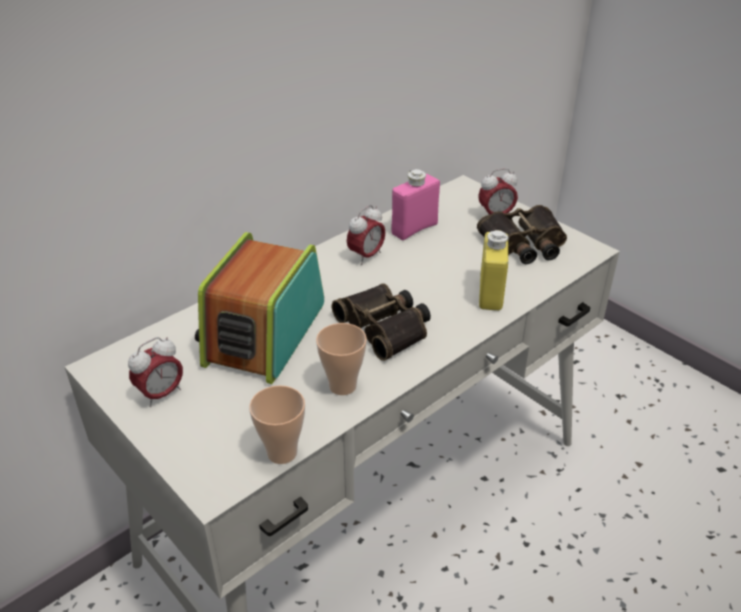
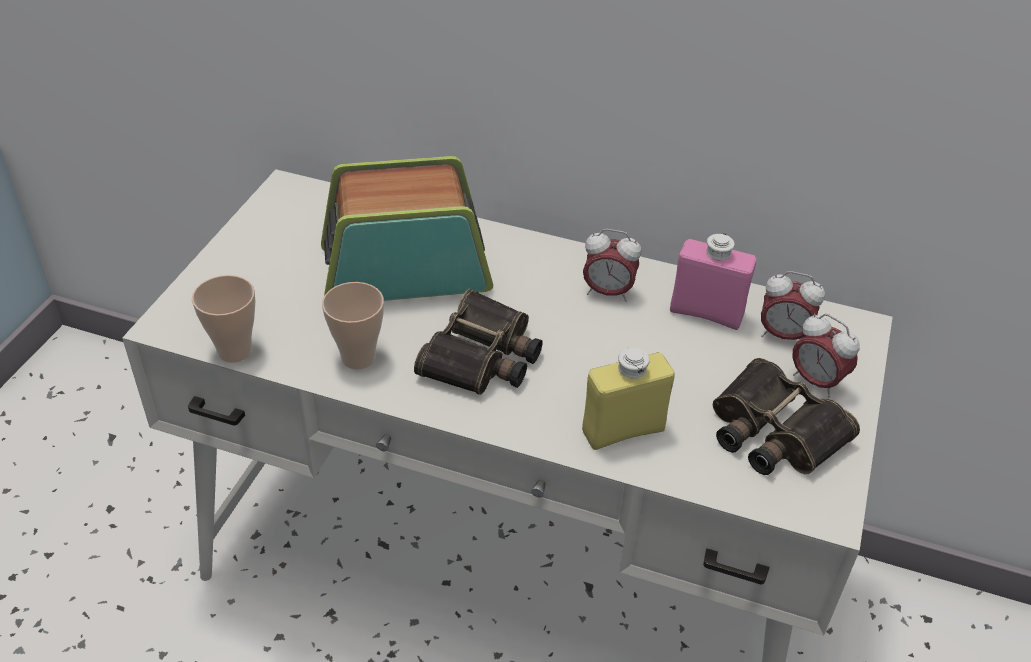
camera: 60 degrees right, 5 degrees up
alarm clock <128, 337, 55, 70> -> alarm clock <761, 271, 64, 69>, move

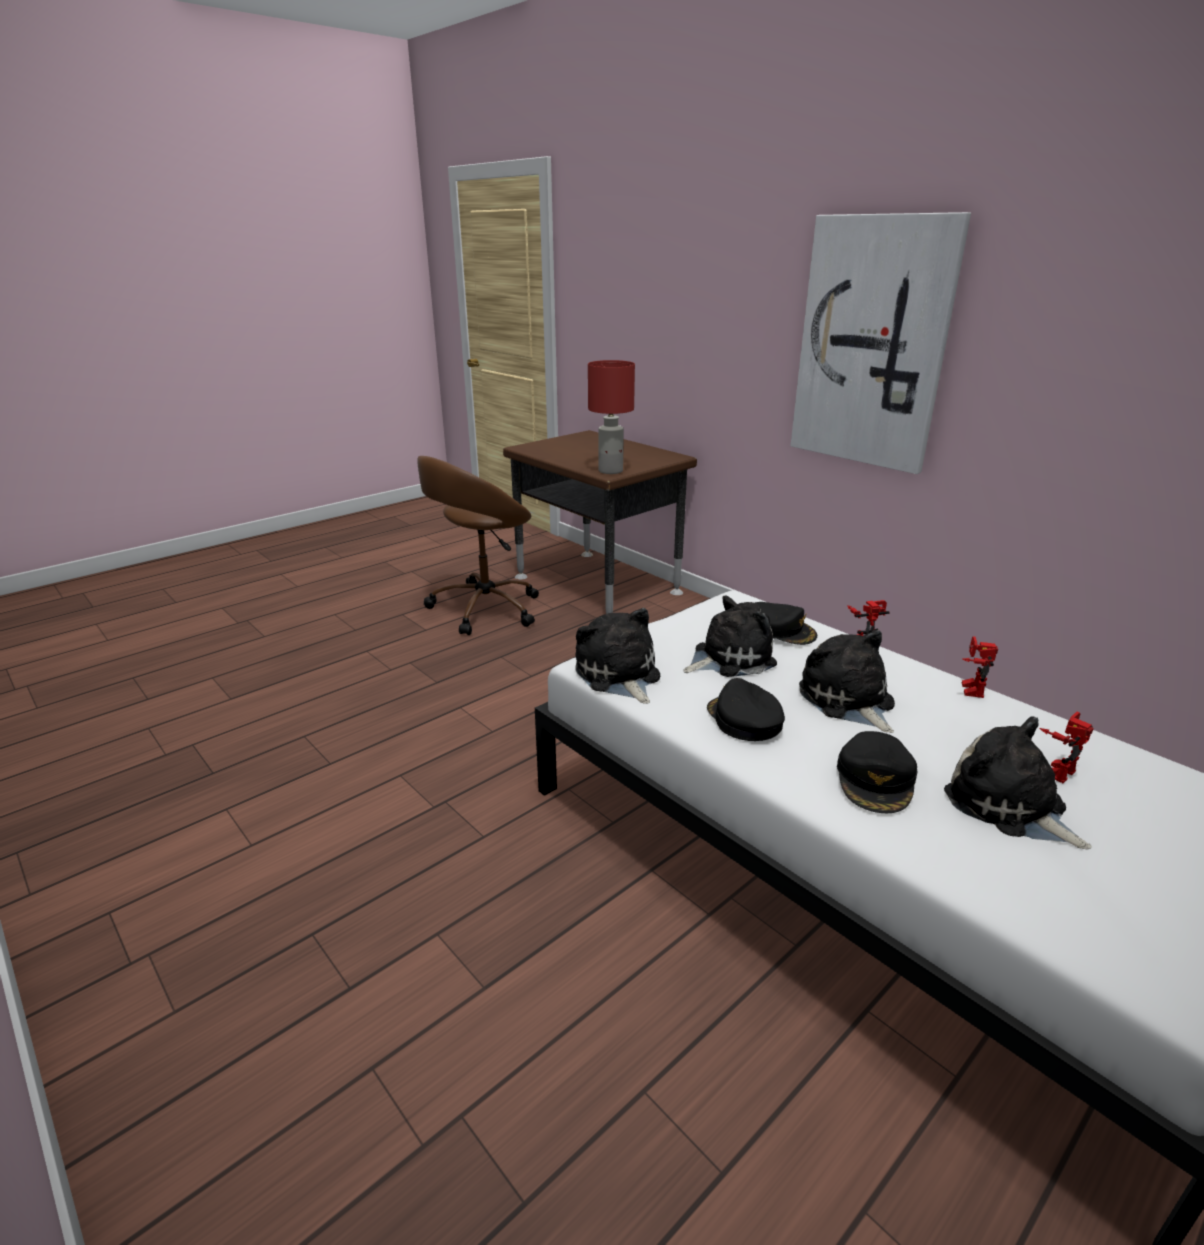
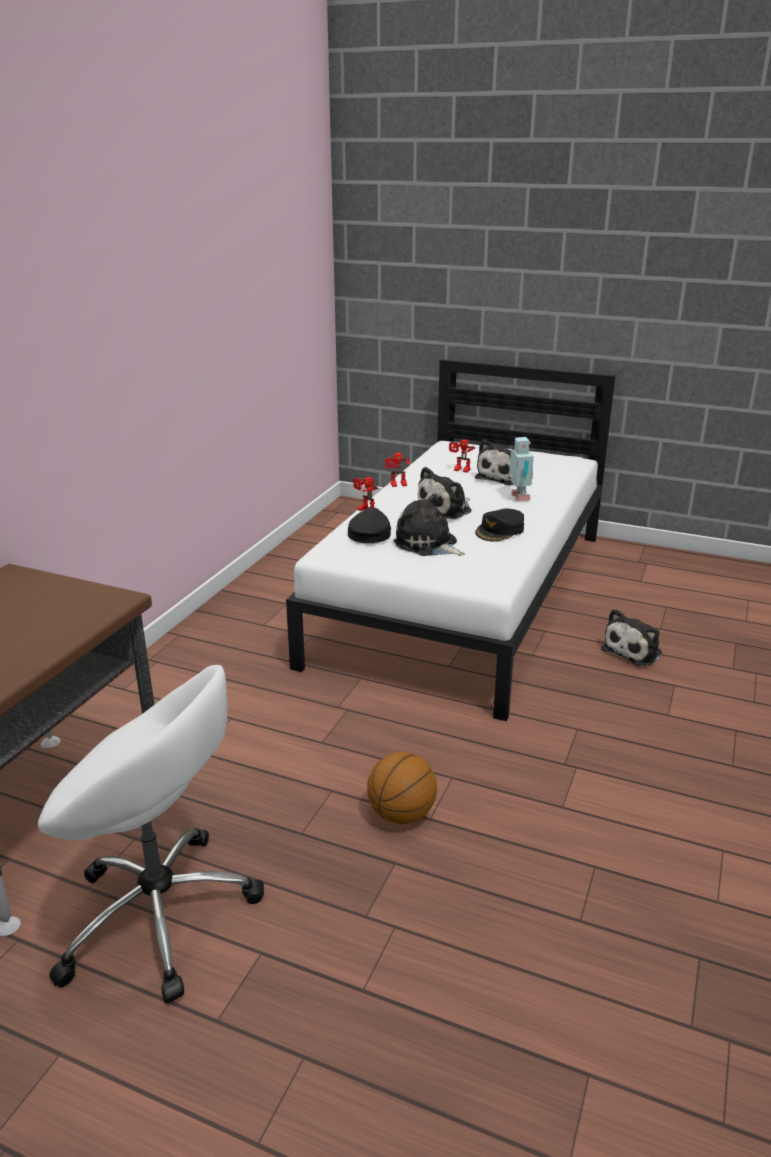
camera: 115 degrees left, 0 degrees up
brown-coloured computer chair <417, 456, 122, 179> -> whitish computer chair <38, 665, 226, 339>
cuddly toy <575, 608, 85, 96> -> cuddly toy <601, 609, 61, 57>, move
reddish tabletop lamp <588, 360, 47, 114> -> none
picture <790, 212, 181, 262> -> none
black peaked cap <837, 731, 80, 82> -> model robot <508, 437, 26, 64>
none -> ball for basketball <367, 752, 70, 72>

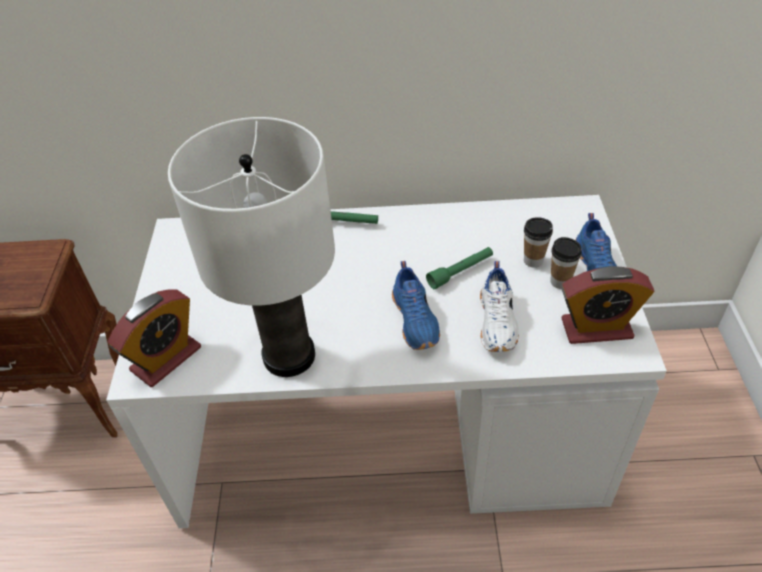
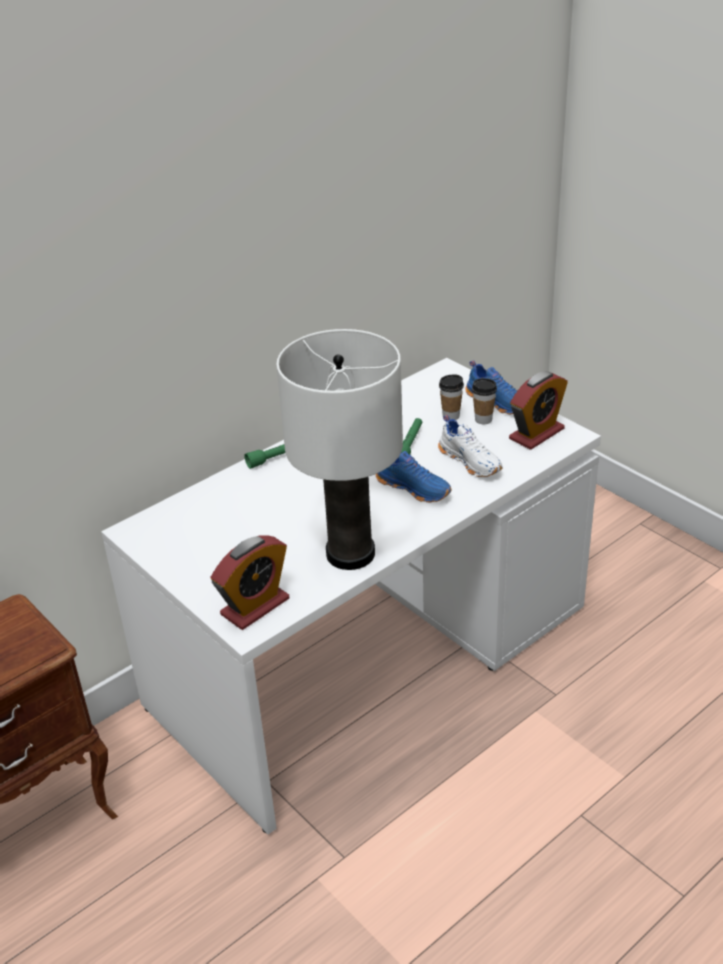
camera: 40 degrees left, 10 degrees down
alarm clock <107, 289, 94, 98> -> alarm clock <211, 535, 78, 95>, 45 degrees clockwise

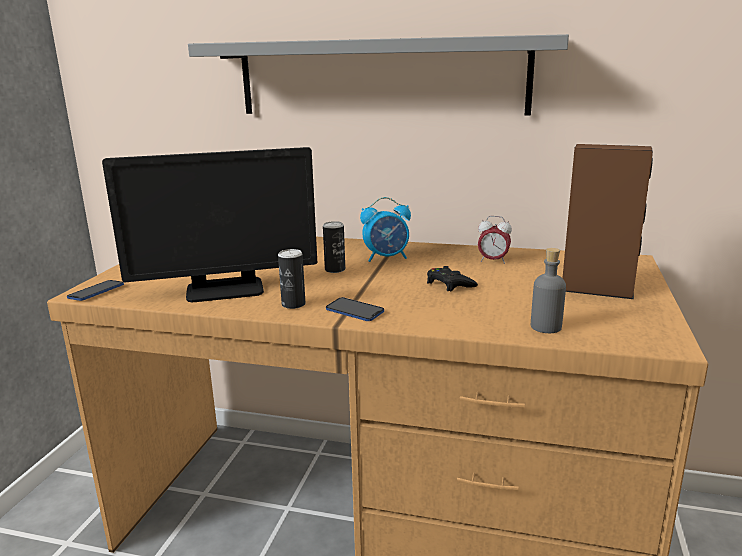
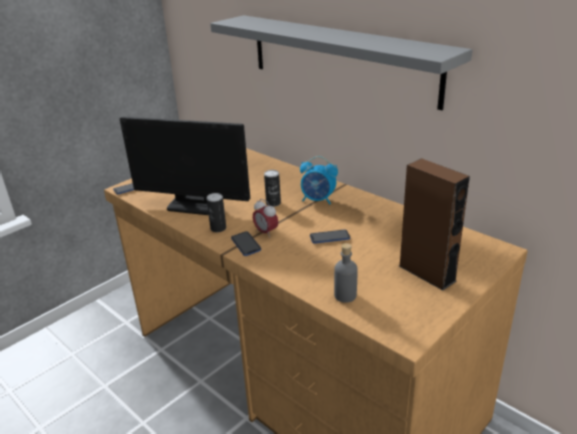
camera: 30 degrees right, 10 degrees up
black game controller <427, 266, 51, 25> -> telephone <310, 230, 40, 14>
alarm clock <478, 216, 34, 48> -> alarm clock <253, 199, 25, 39>, move

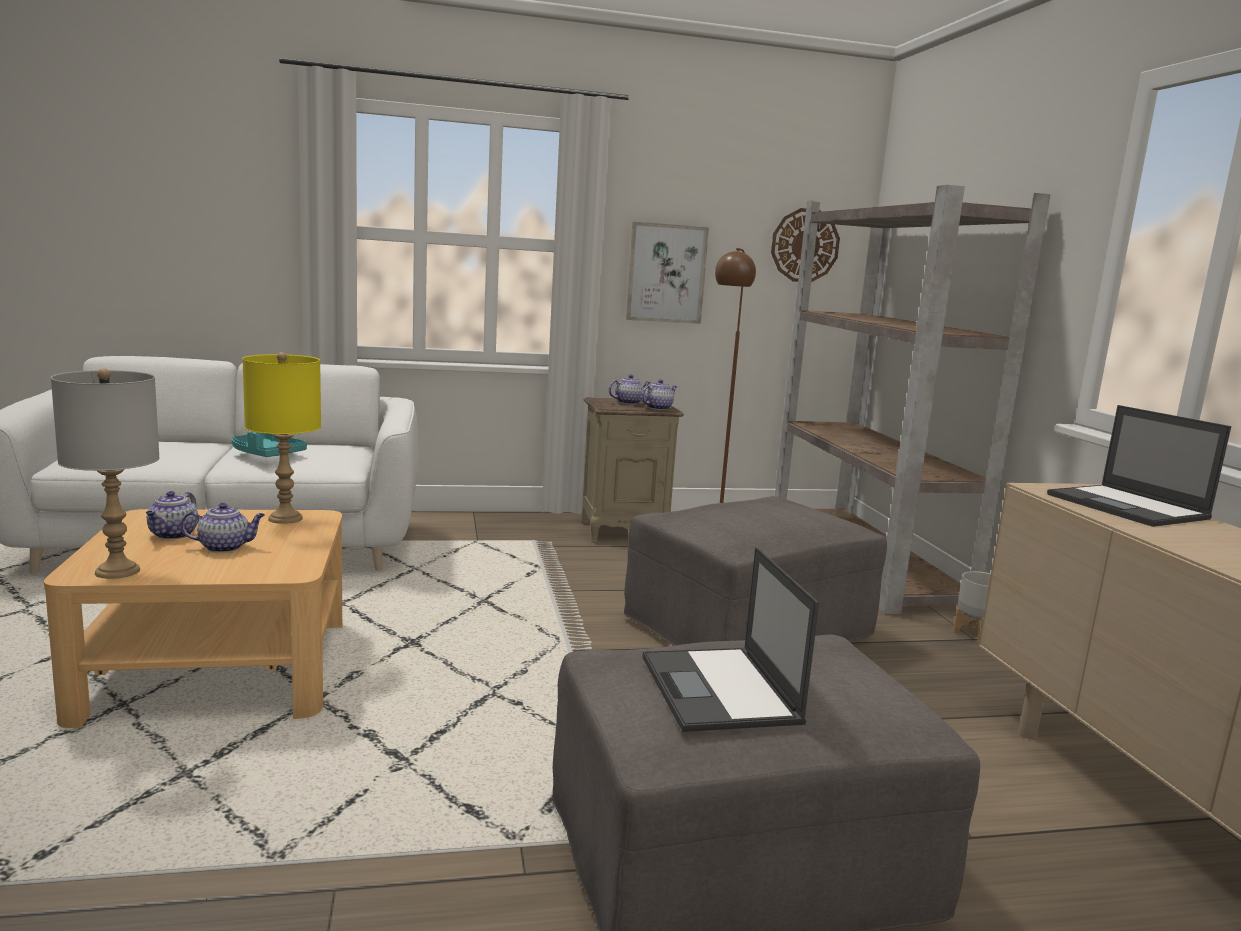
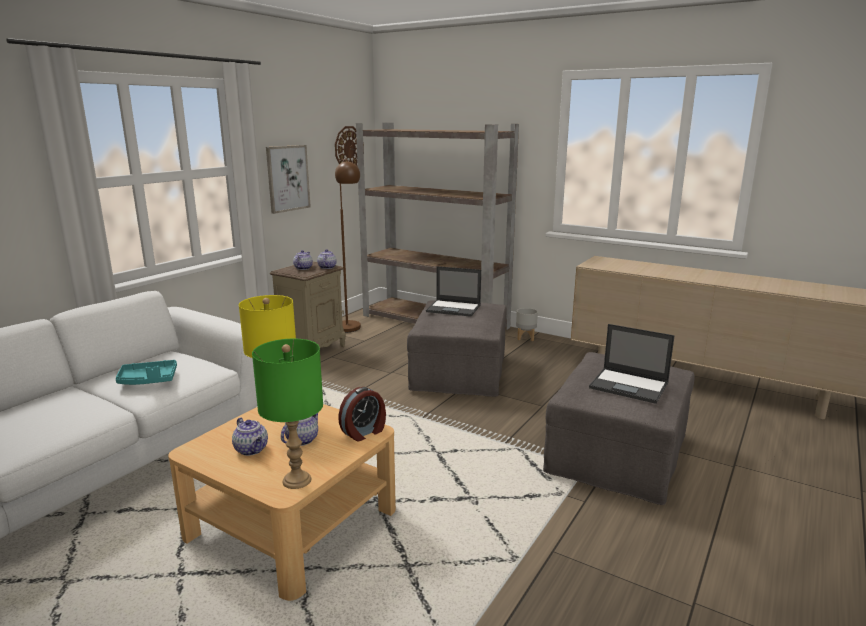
camera: 45 degrees left, 5 degrees up
grey tabletop lamp <51, 368, 109, 211> -> green-coloured tabletop lamp <252, 339, 71, 150>
laptop <1047, 405, 184, 122> -> laptop <426, 266, 55, 51>, move
none -> alarm clock <338, 387, 48, 55>

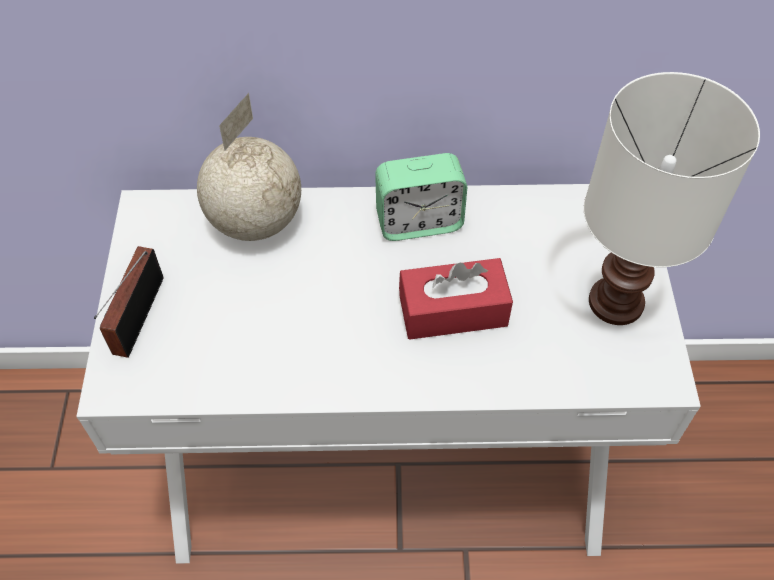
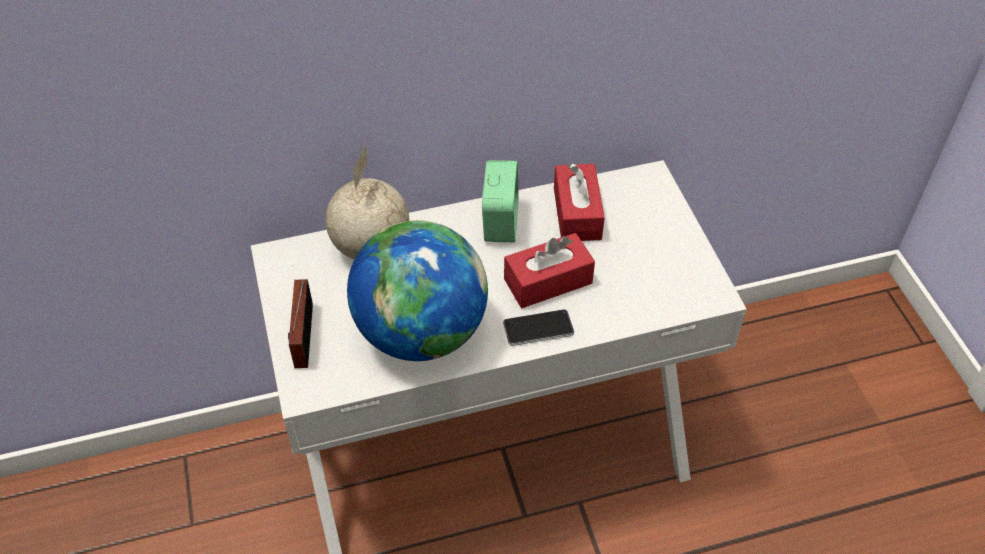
camera: 15 degrees left, 5 degrees down
alarm clock <375, 153, 92, 88> -> alarm clock <482, 160, 37, 82>, 60 degrees counterclockwise
whitish tabletop lamp <584, 72, 176, 253> -> none
none -> desk globe <347, 220, 141, 141>
none -> telephone <503, 309, 71, 37>
none -> reddish tissue box <554, 163, 51, 78>

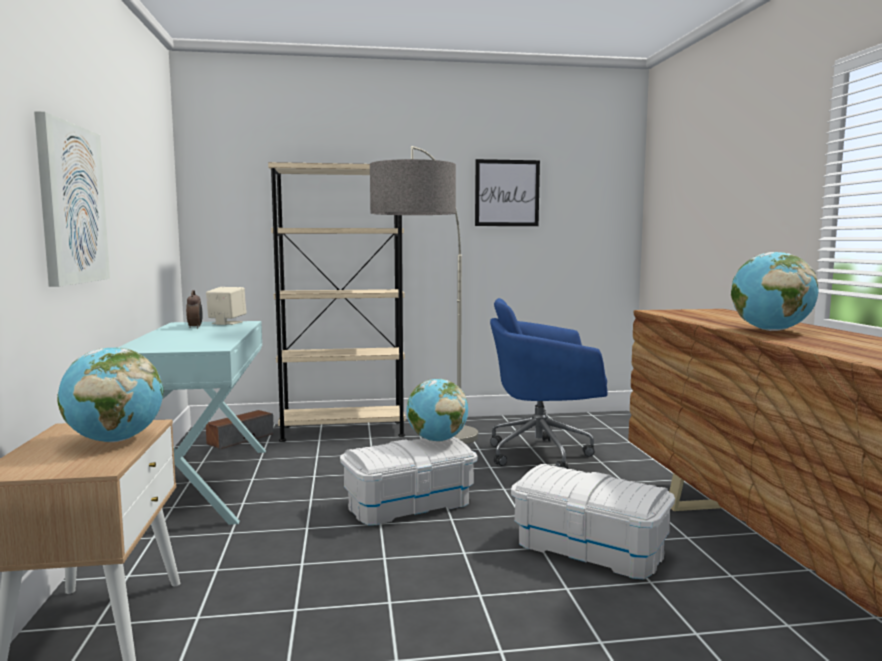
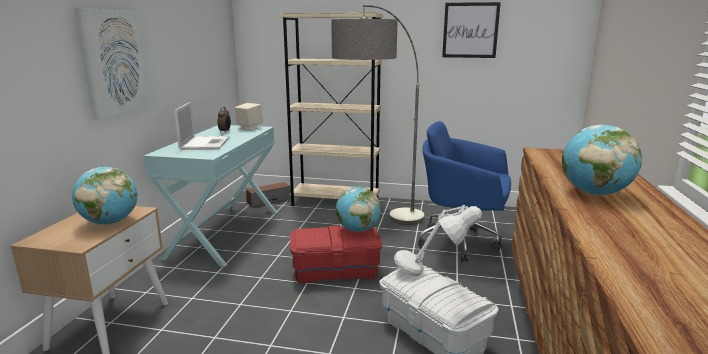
camera: 20 degrees right, 10 degrees up
whitish storage box <340, 437, 138, 88> -> reddish storage box <290, 225, 92, 59>
none -> laptop <174, 102, 55, 48>
none -> grey tabletop lamp <394, 204, 88, 73>

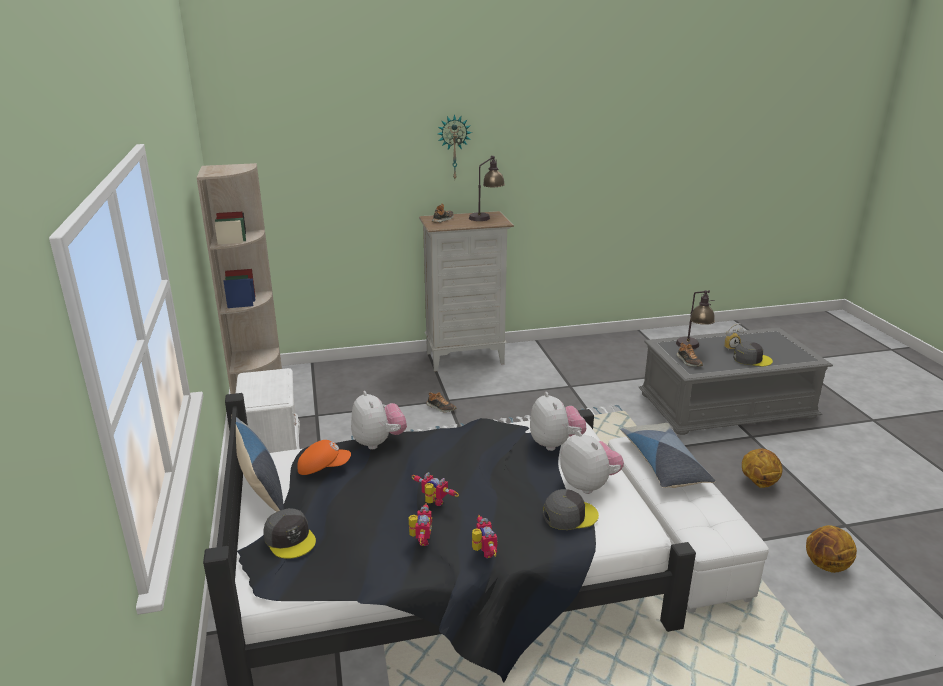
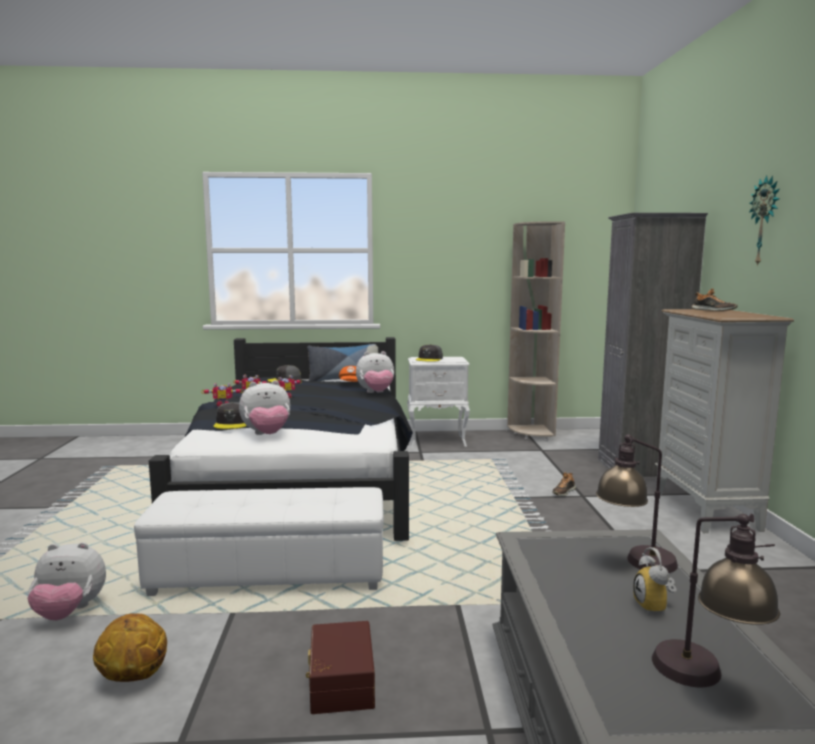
camera: 100 degrees right, 15 degrees down
tabletop lamp <469, 156, 36, 65> -> tabletop lamp <652, 514, 128, 173>, move
cuddly toy <530, 392, 56, 59> -> cuddly toy <27, 542, 79, 78>, move
cushion <620, 423, 95, 65> -> none
shoe <676, 343, 27, 24> -> none
grey peaked cap <733, 341, 40, 25> -> grey peaked cap <416, 344, 27, 18>, move
ball for basketball <742, 449, 41, 39> -> brown-coloured storage box <306, 621, 69, 93>
none -> grey cupboard <598, 213, 110, 264>

